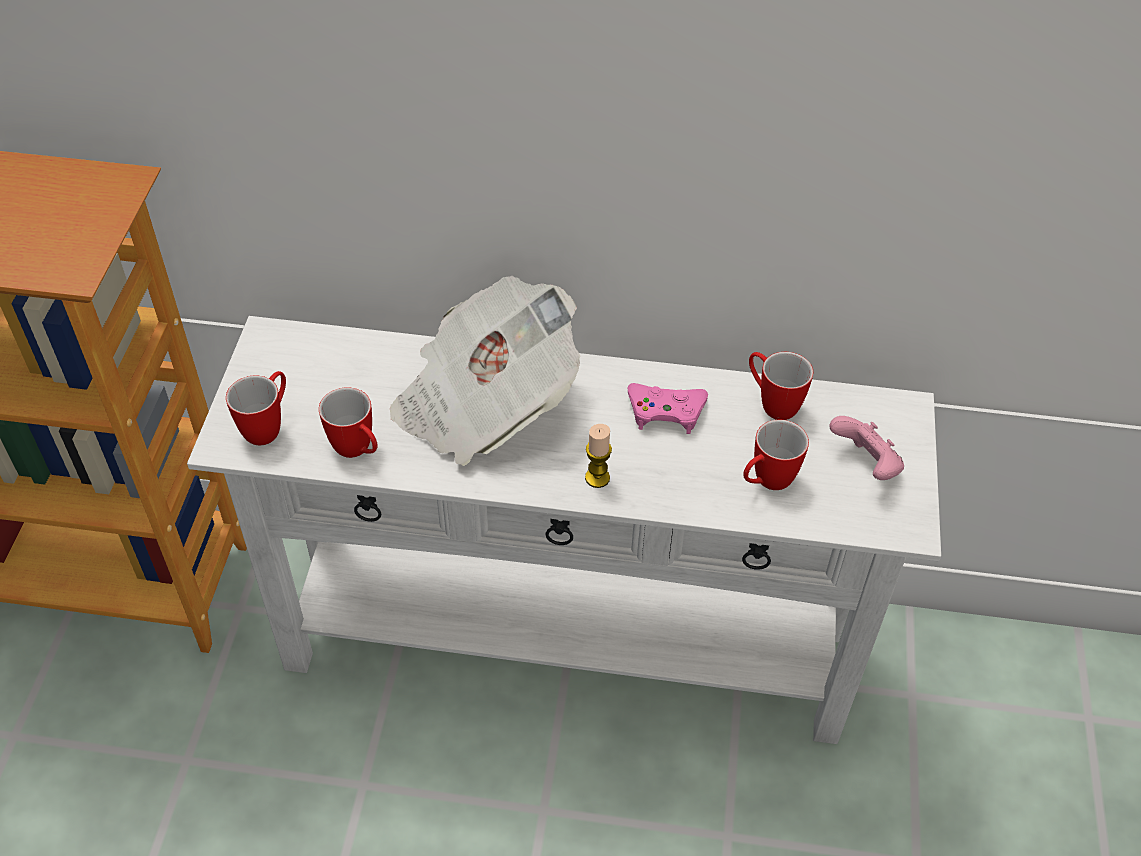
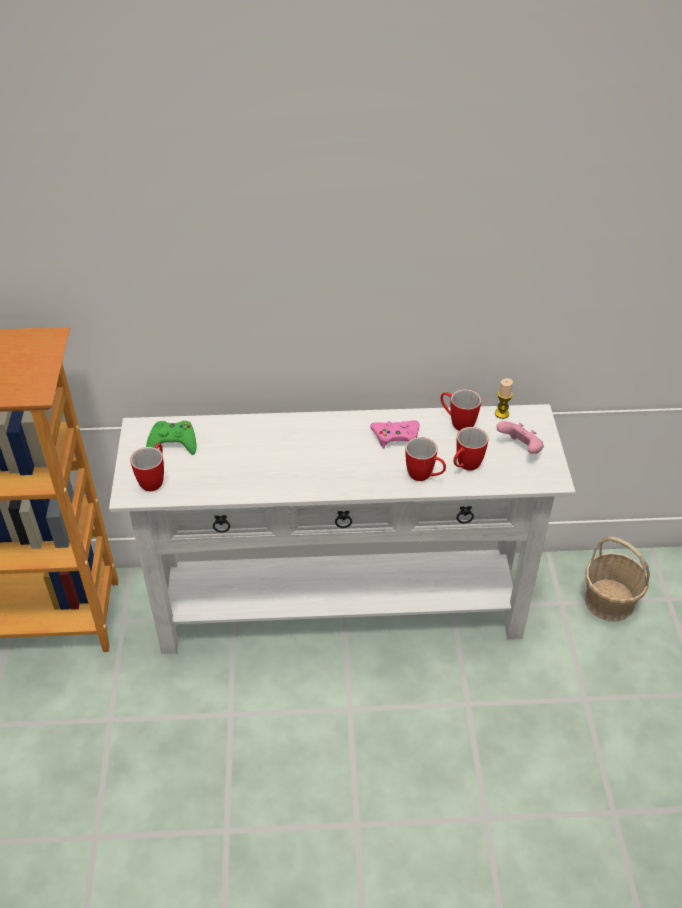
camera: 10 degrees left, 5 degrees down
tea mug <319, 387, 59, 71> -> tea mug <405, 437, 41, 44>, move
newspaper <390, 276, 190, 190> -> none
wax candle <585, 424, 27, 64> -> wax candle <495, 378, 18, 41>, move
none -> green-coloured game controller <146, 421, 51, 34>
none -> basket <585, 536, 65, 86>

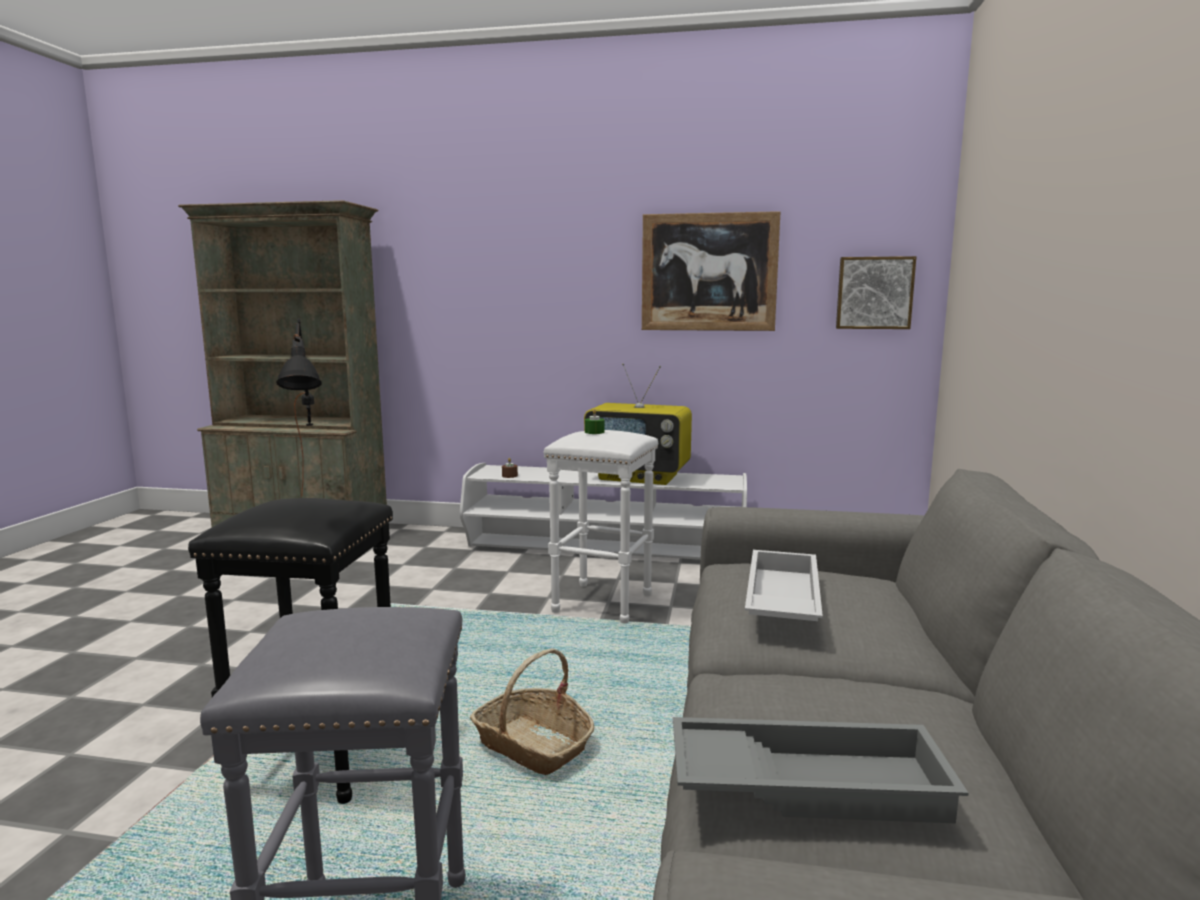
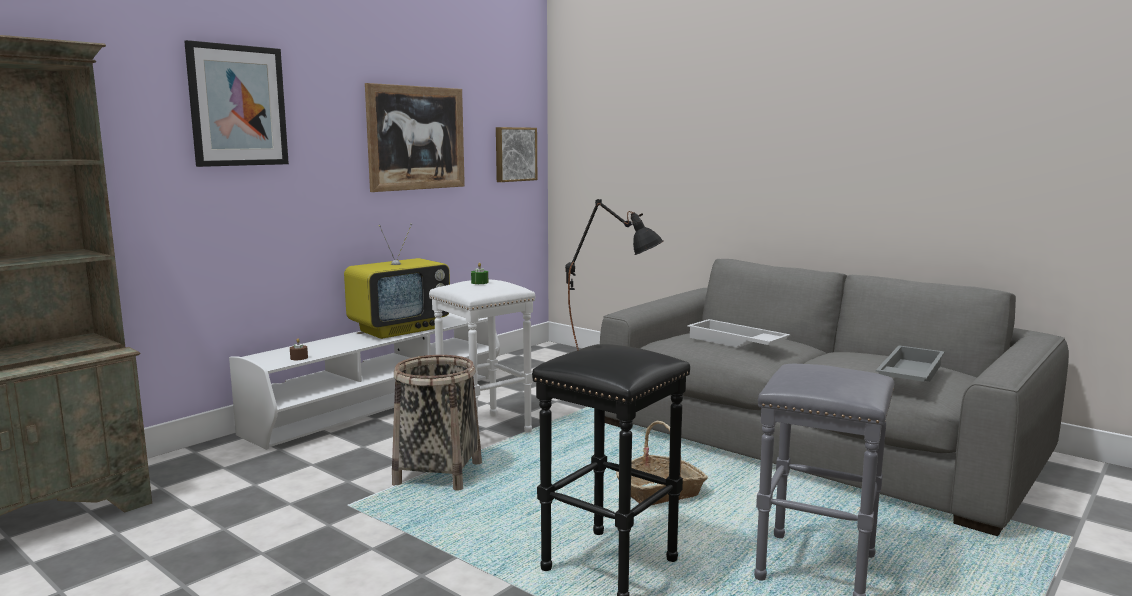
camera: 60 degrees left, 0 degrees up
none -> picture <184, 40, 105, 127>
none -> basket <392, 355, 90, 136>

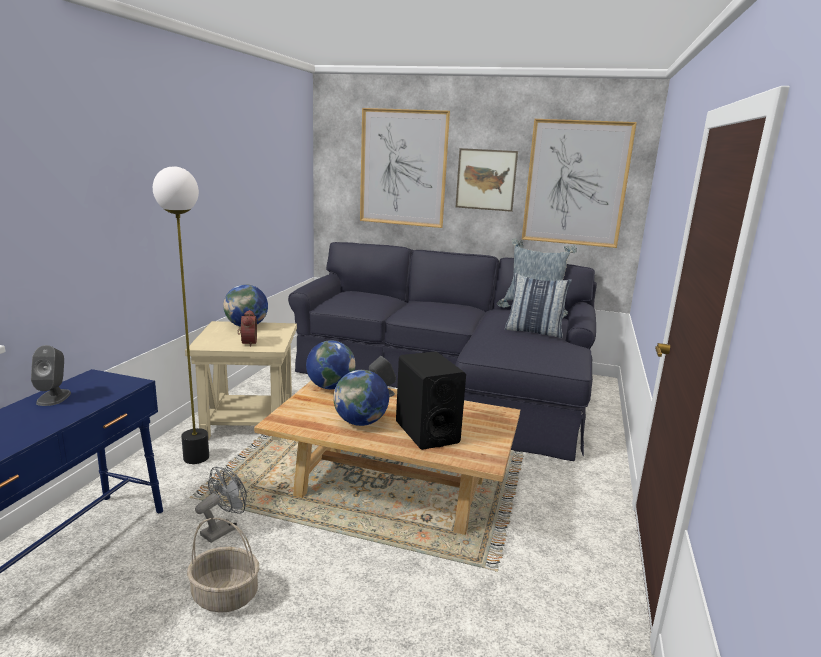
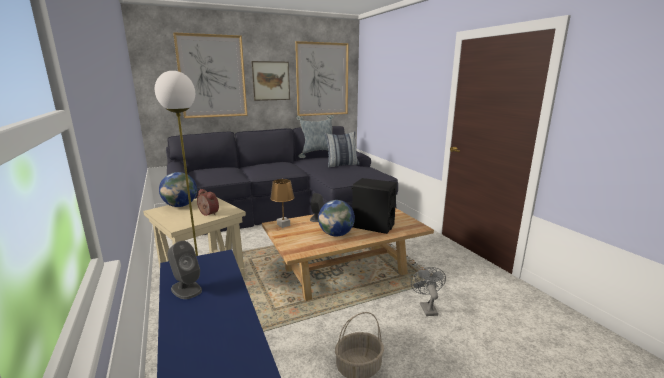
camera: 40 degrees left, 0 degrees up
grey electric fan <195, 467, 52, 76> -> grey electric fan <411, 267, 35, 49>, move
desk globe <306, 340, 49, 49> -> brown-coloured tabletop lamp <270, 179, 25, 49>

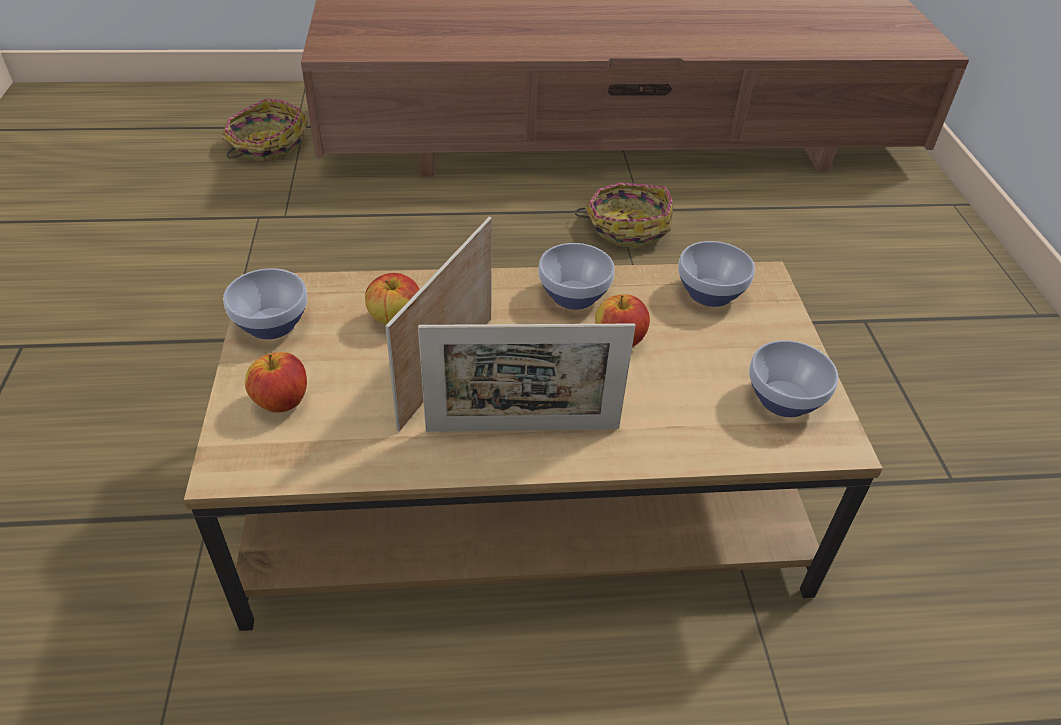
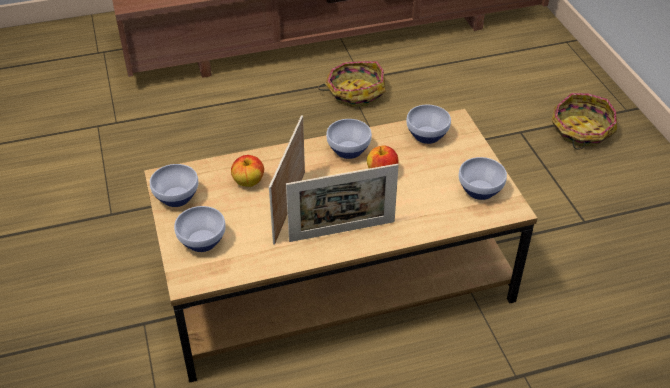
camera: 10 degrees left, 0 degrees up
basket <222, 98, 86, 64> -> basket <552, 93, 65, 57>, move
whole apple <245, 352, 62, 61> -> deep dish <174, 206, 52, 46>

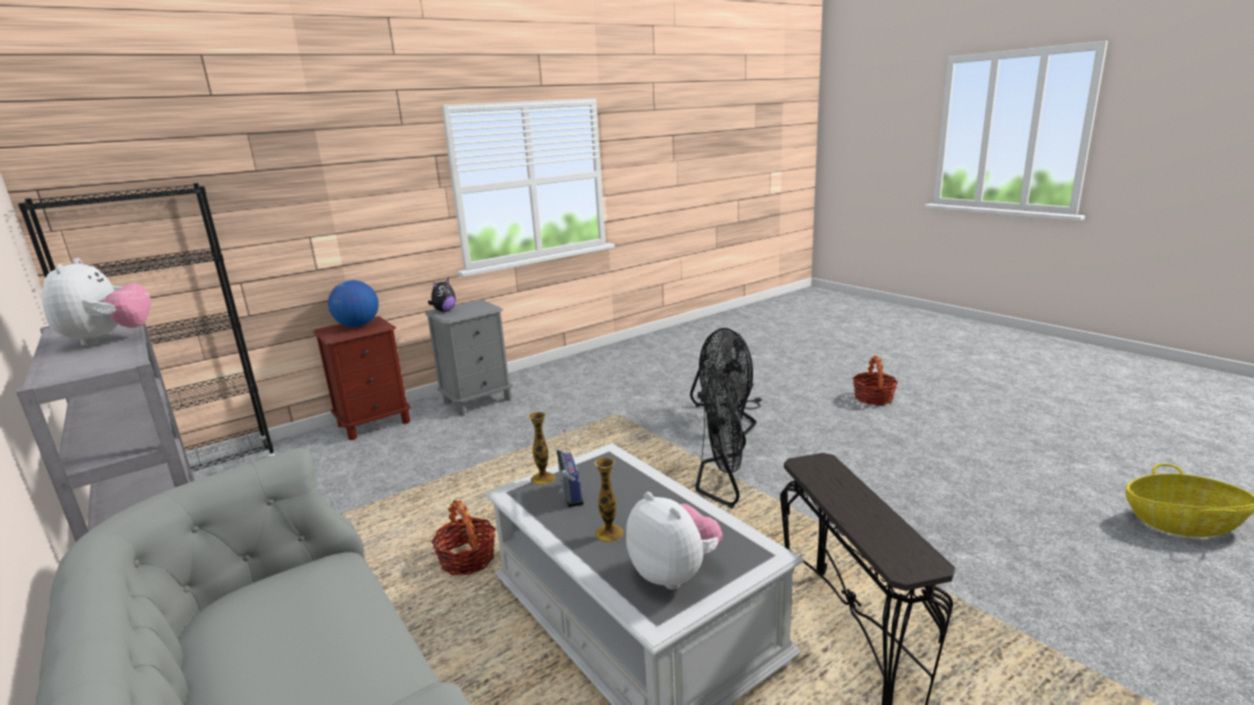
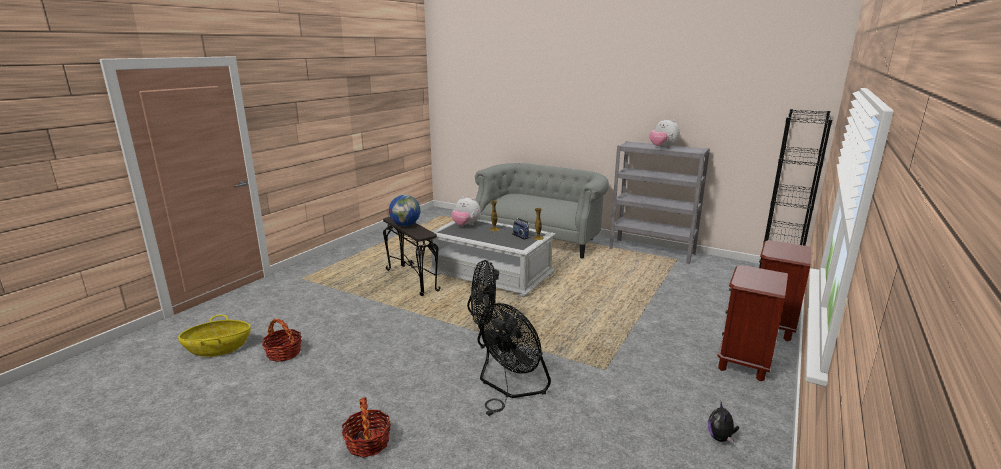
camera: 155 degrees right, 0 degrees up
desk globe <328, 280, 51, 47> -> desk globe <389, 195, 31, 31>, move
grey bedside table <425, 299, 87, 116> -> brown-coloured bedside table <717, 265, 71, 116>
cuddly toy <428, 278, 28, 34> -> cuddly toy <708, 402, 31, 41>, move
basket <431, 500, 64, 75> -> basket <262, 318, 40, 44>, move

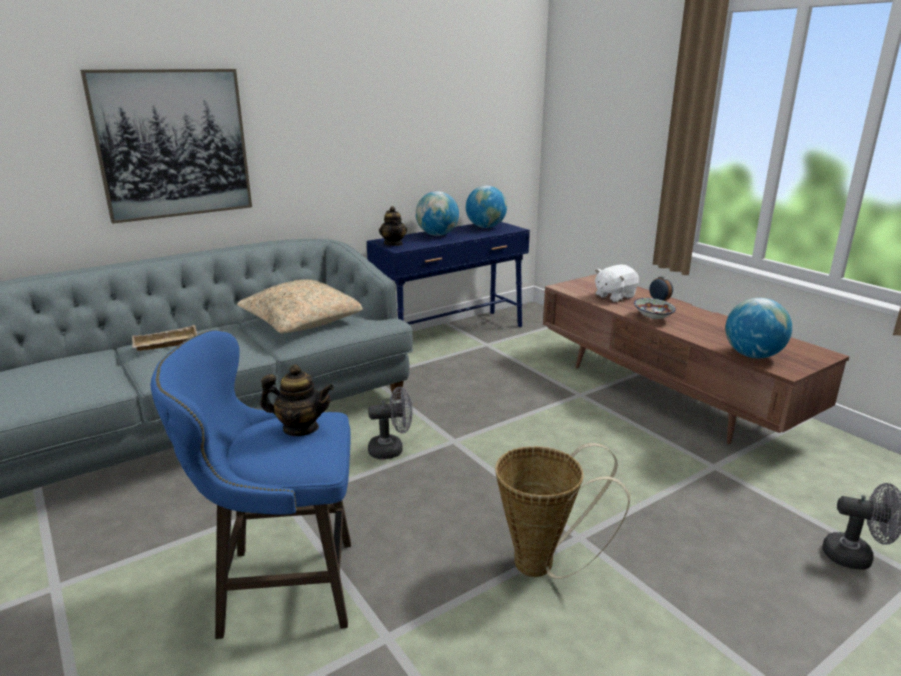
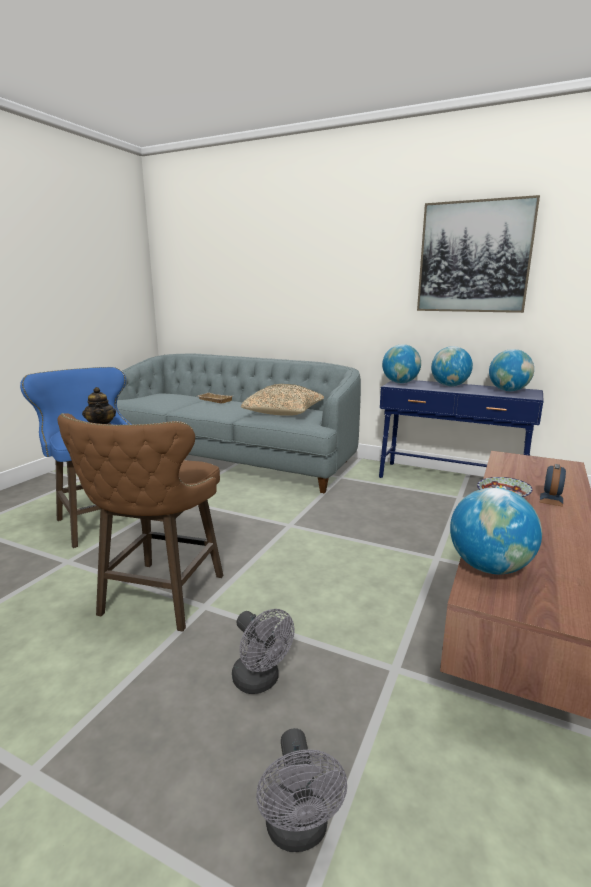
camera: 60 degrees right, 5 degrees down
picture <80, 69, 172, 155> -> picture <417, 195, 123, 118>, move
grey electric fan <368, 387, 44, 72> -> grey electric fan <232, 609, 63, 85>, move
tea pot <379, 206, 28, 40> -> desk globe <382, 344, 39, 39>
basket <495, 443, 135, 136> -> brown-coloured stool seat <58, 413, 165, 219>
whitish cuddly toy <595, 265, 44, 37> -> none

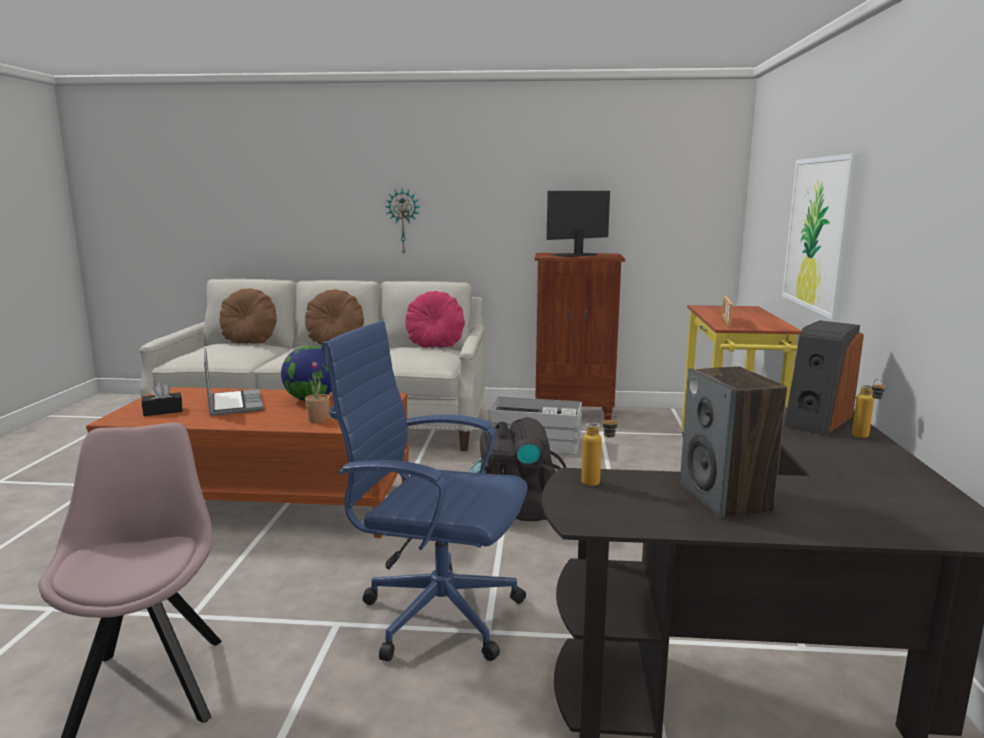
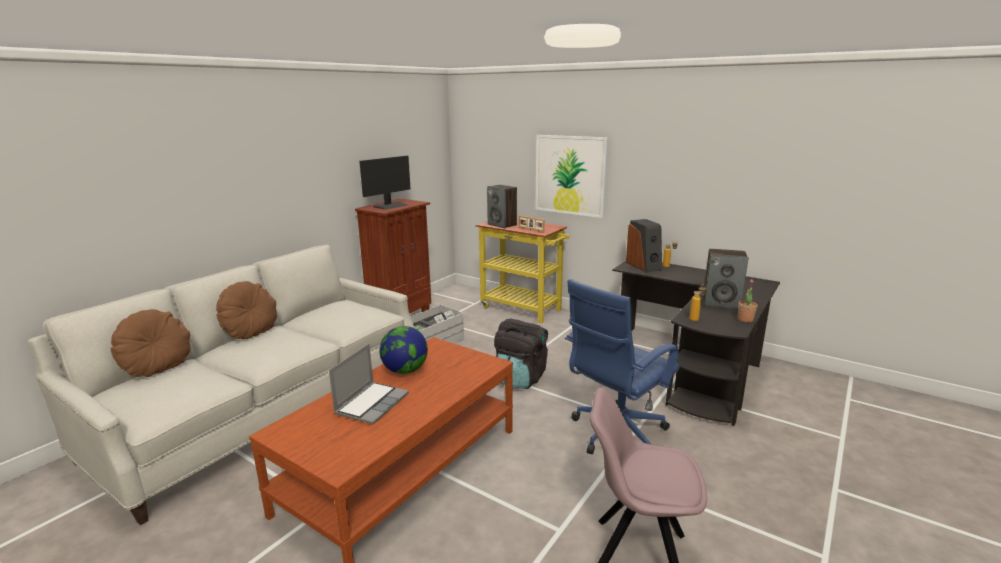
camera: 60 degrees left, 5 degrees up
black tissue box <142, 383, 41, 33> -> none
laptop <204, 348, 59, 68> -> laptop <329, 344, 80, 81>, 105 degrees clockwise
potted plant <305, 362, 25, 61> -> potted plant <738, 279, 19, 43>, move
hanging clock <385, 189, 35, 65> -> none
pink cushion <405, 291, 60, 57> -> none
computer display <547, 191, 63, 66> -> computer display <359, 156, 52, 54>, 135 degrees counterclockwise
none -> loudspeaker <487, 185, 30, 43>

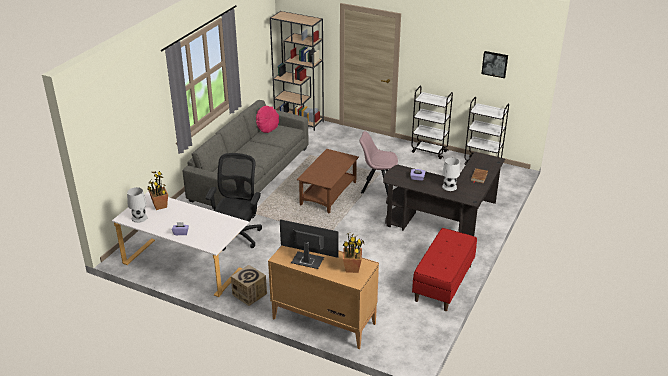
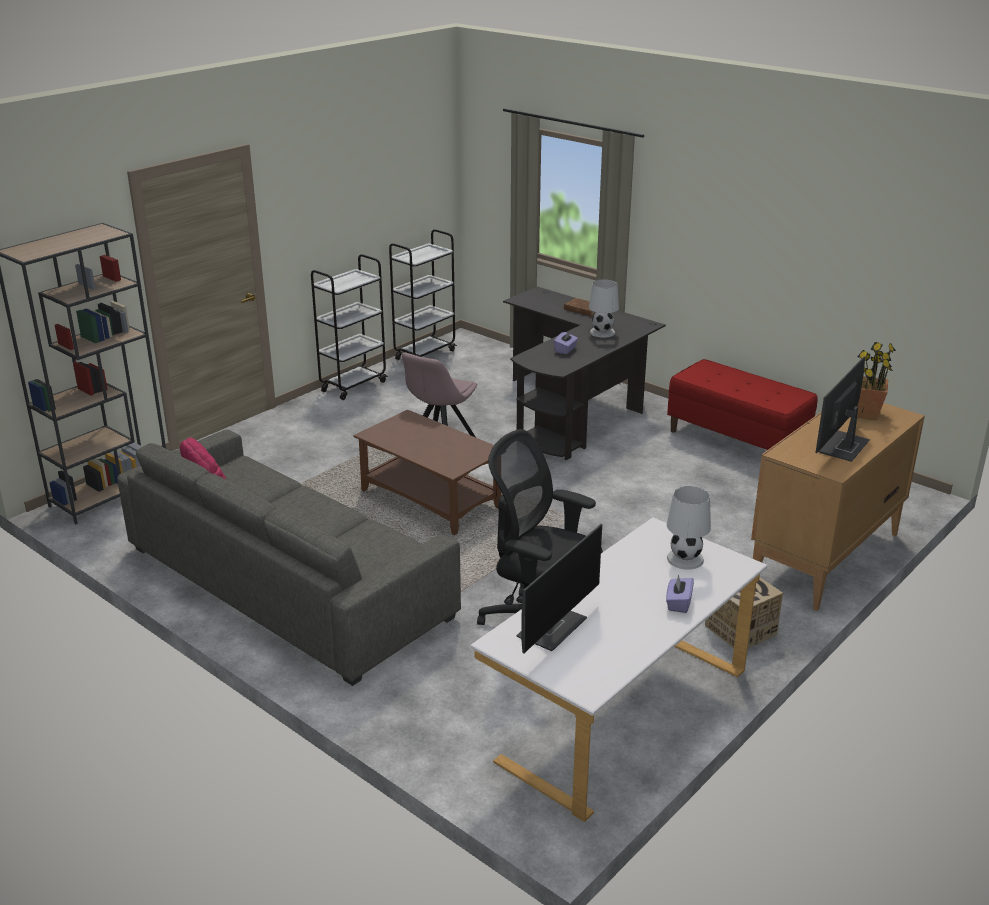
camera: 75 degrees left, 5 degrees down
whitish tabletop lamp <127, 187, 21, 36> -> whitish tabletop lamp <667, 486, 44, 84>, move
potted plant <148, 171, 20, 39> -> computer display <516, 524, 86, 130>
picture <481, 51, 27, 27> -> none

